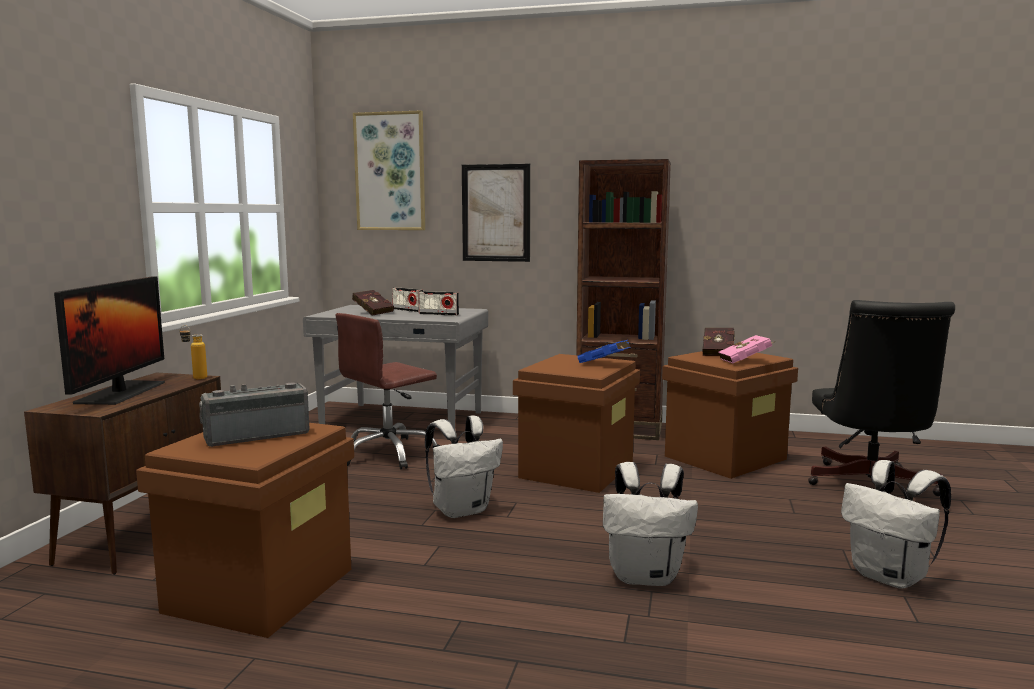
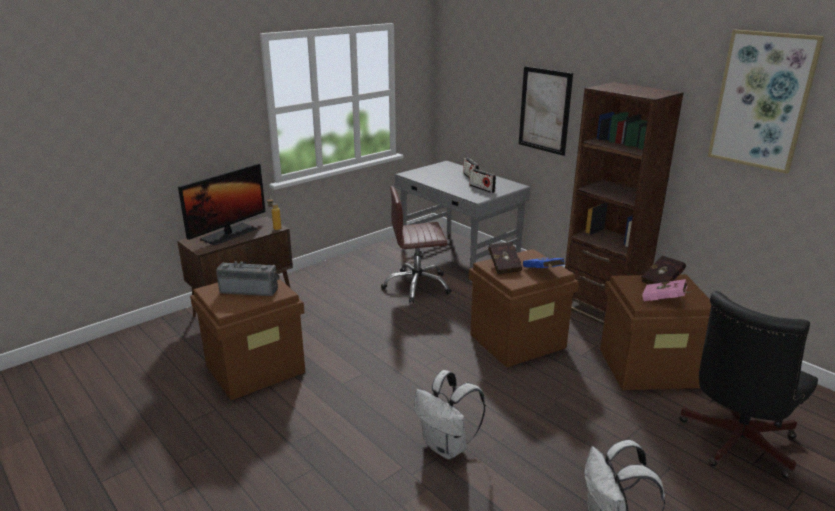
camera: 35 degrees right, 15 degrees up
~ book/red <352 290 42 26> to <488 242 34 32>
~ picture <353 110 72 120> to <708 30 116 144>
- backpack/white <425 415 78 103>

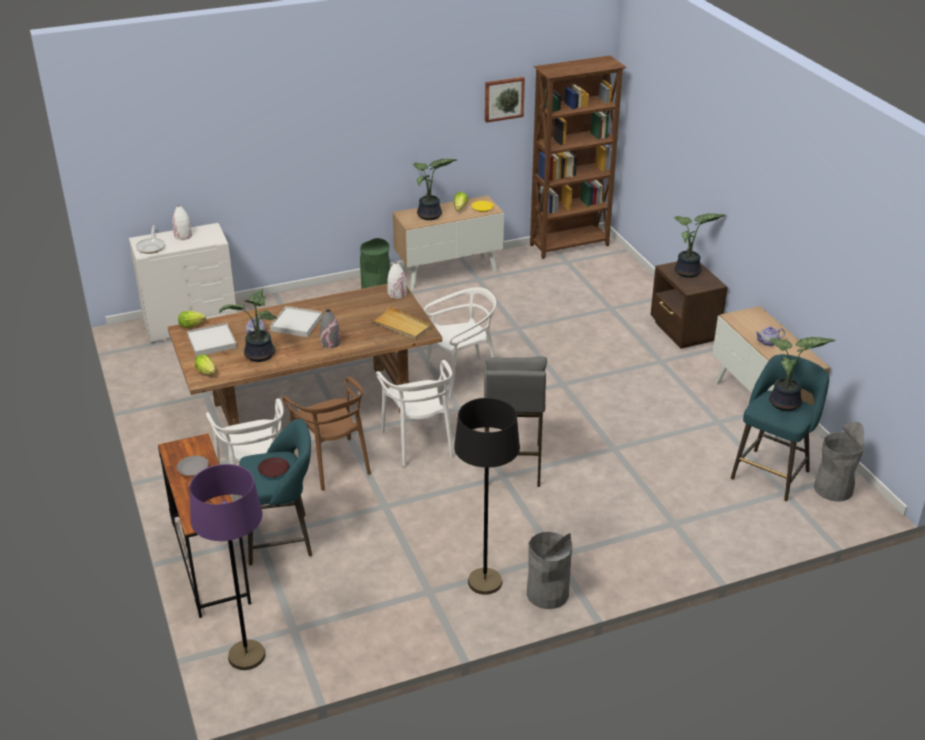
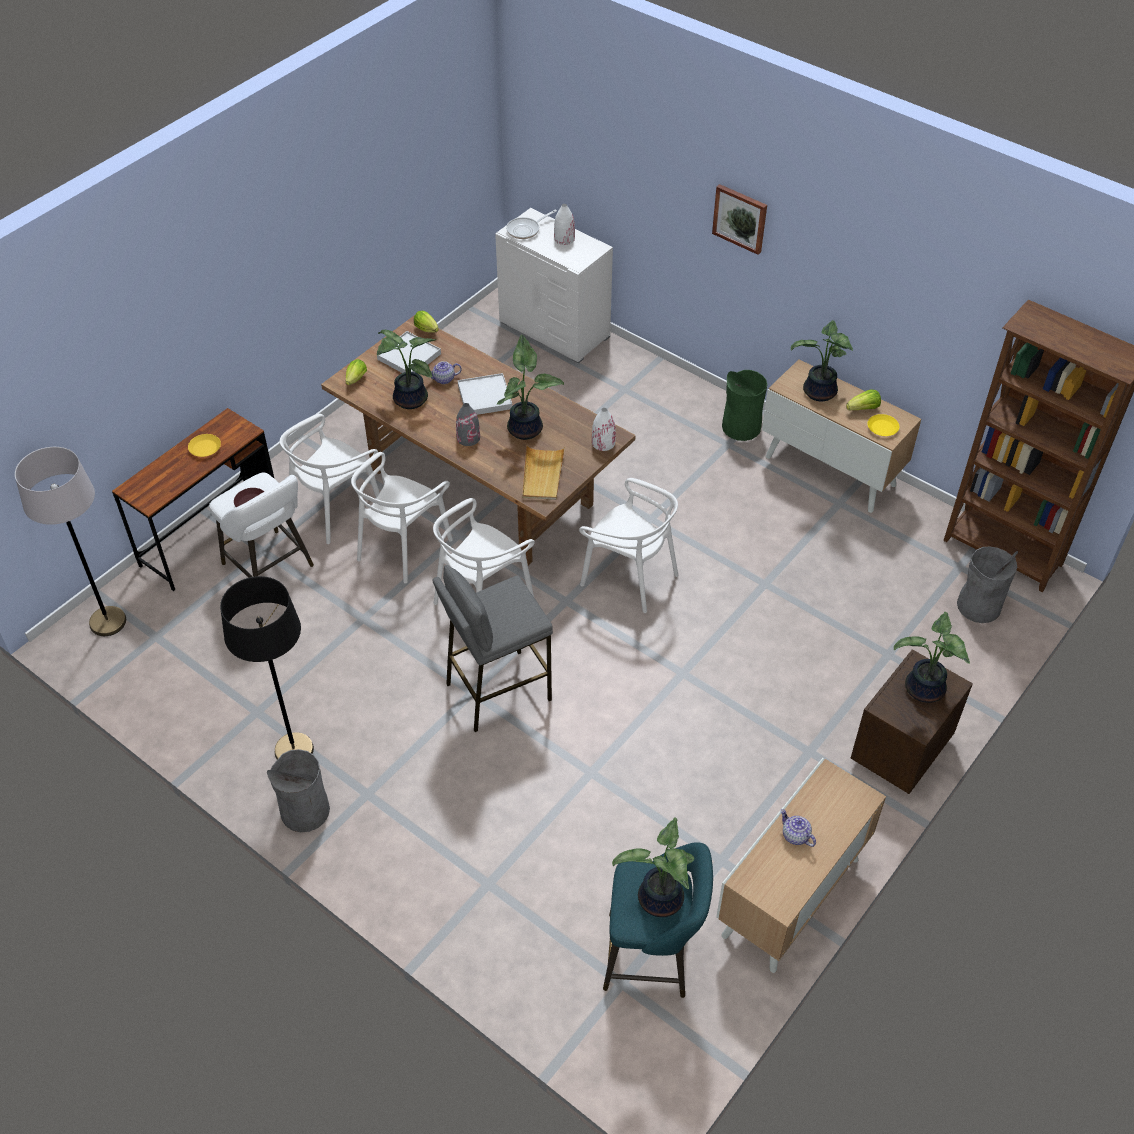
camera: 60 degrees right, 15 degrees up
~ floor lamp/purple <190 464 75 206> to floor lamp/grey <15 447 111 189>
~ plate/grey <177 456 32 20> to plate/yellow <188 434 33 23>
~ stool/turquoise <239 419 73 147> to stool/white <209 473 105 105>
~ chair/brown <282 377 89 114> to chair/white <351 452 102 131>
+ potted plant <497 335 67 105>
~ picture <485 77 40 46> to <712 184 55 71>
~ trash can/grey <814 422 50 80> to <957 547 61 76>

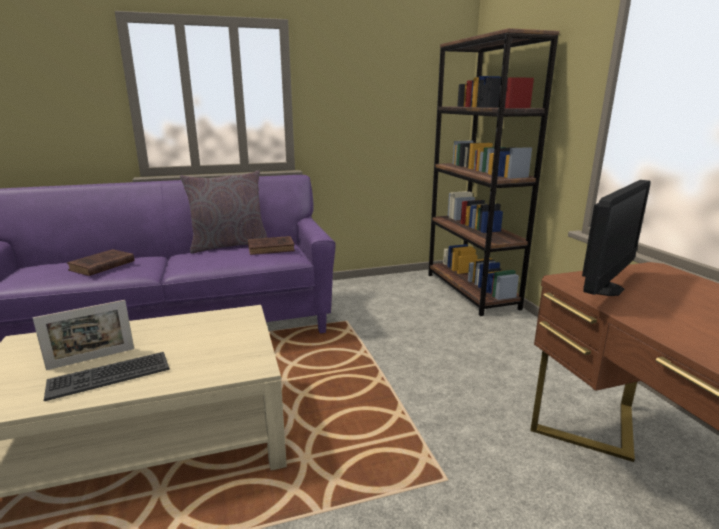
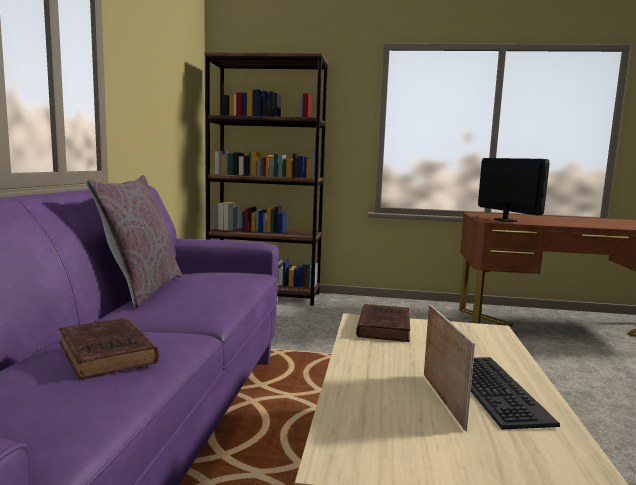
camera: 65 degrees left, 10 degrees down
~ book/brown <248 236 47 19> to <356 304 54 38>

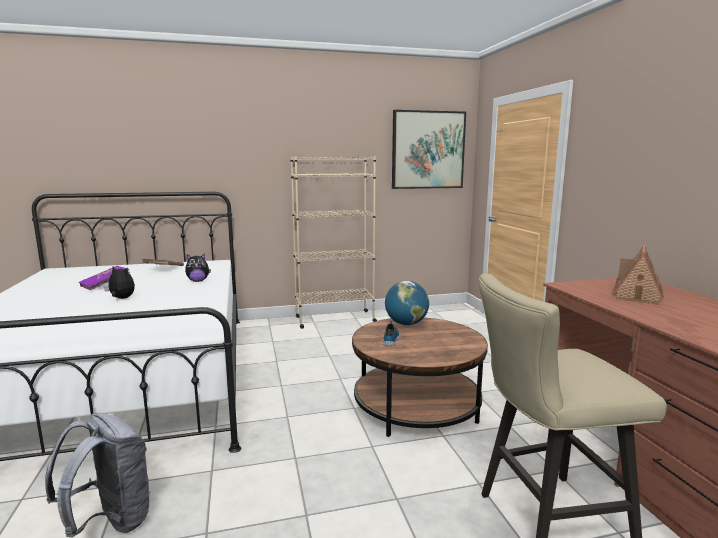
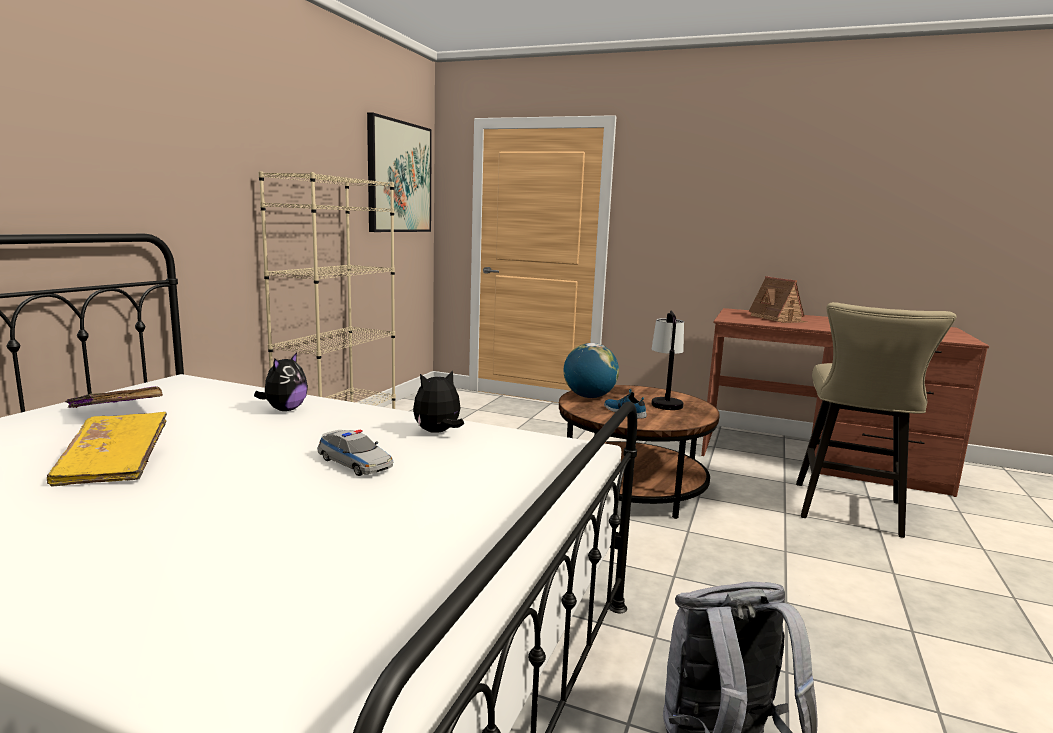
camera: 55 degrees left, 0 degrees up
~ book/purple <79 266 51 24> to book/yellow <47 412 120 75>
+ toy car <317 430 76 46>
~ plush toy <104 267 31 32> to <413 370 51 63>
+ table lamp <651 311 33 99>

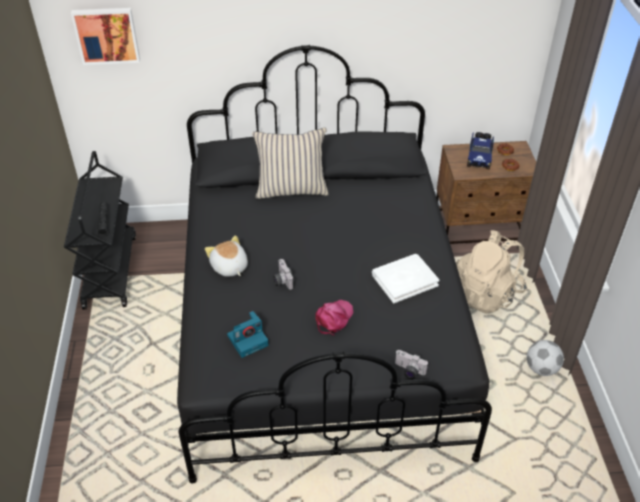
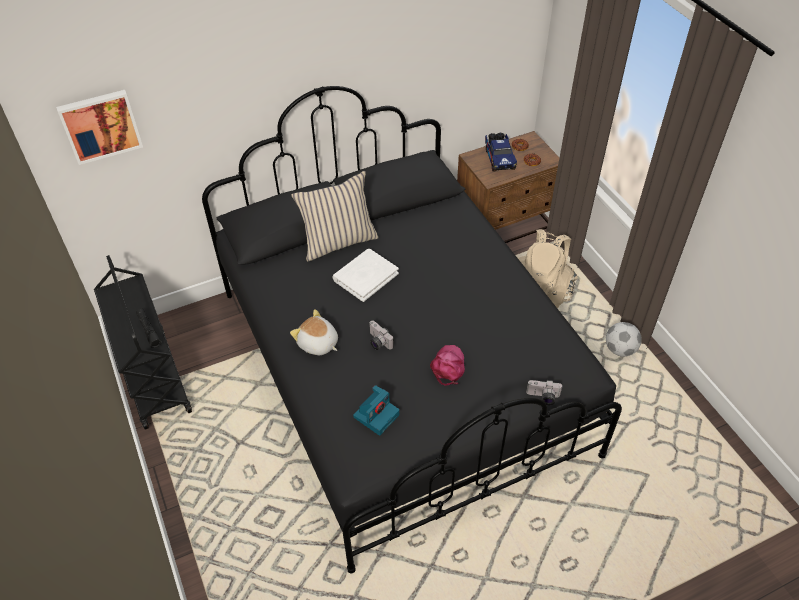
camera: 20 degrees left, 5 degrees up
~ book/white <372 254 67 49> to <332 249 67 53>

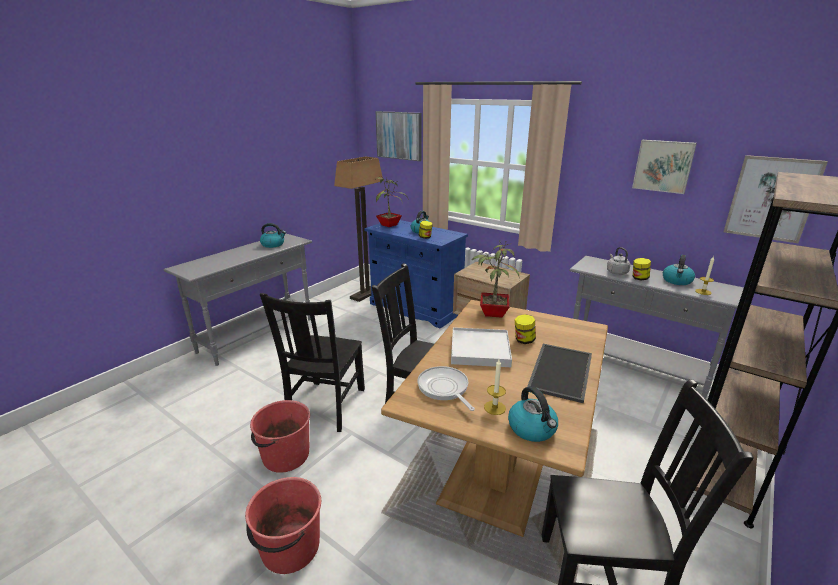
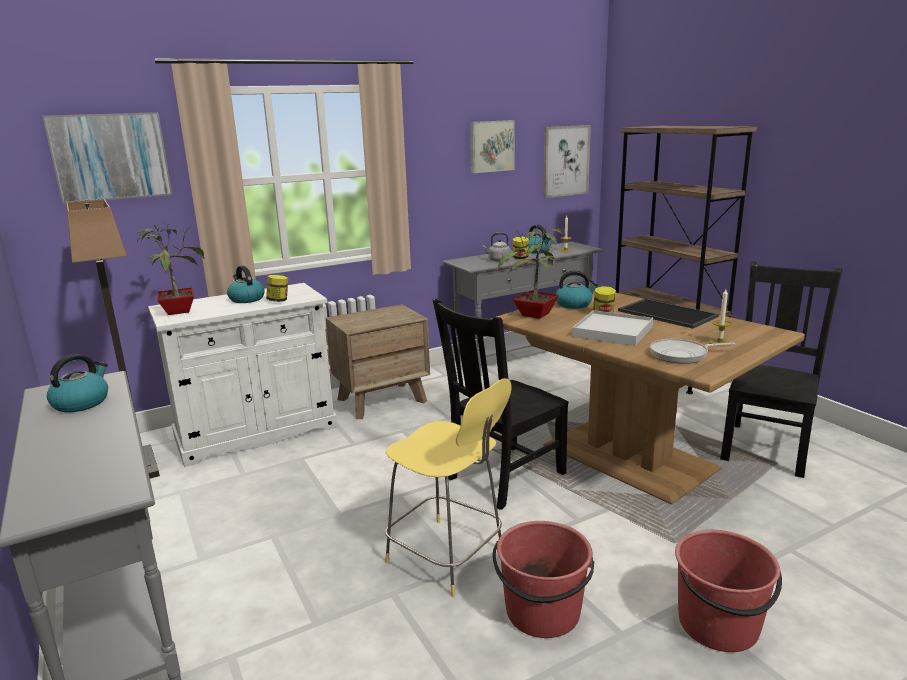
camera: 65 degrees left, 5 degrees down
~ cabinet/blue <364 220 104 108> to cabinet/white <148 283 190 184>
~ chair/black <260 293 105 139> to stool/yellow <385 378 127 219>
~ kettle <508 386 50 56> to <556 270 42 39>

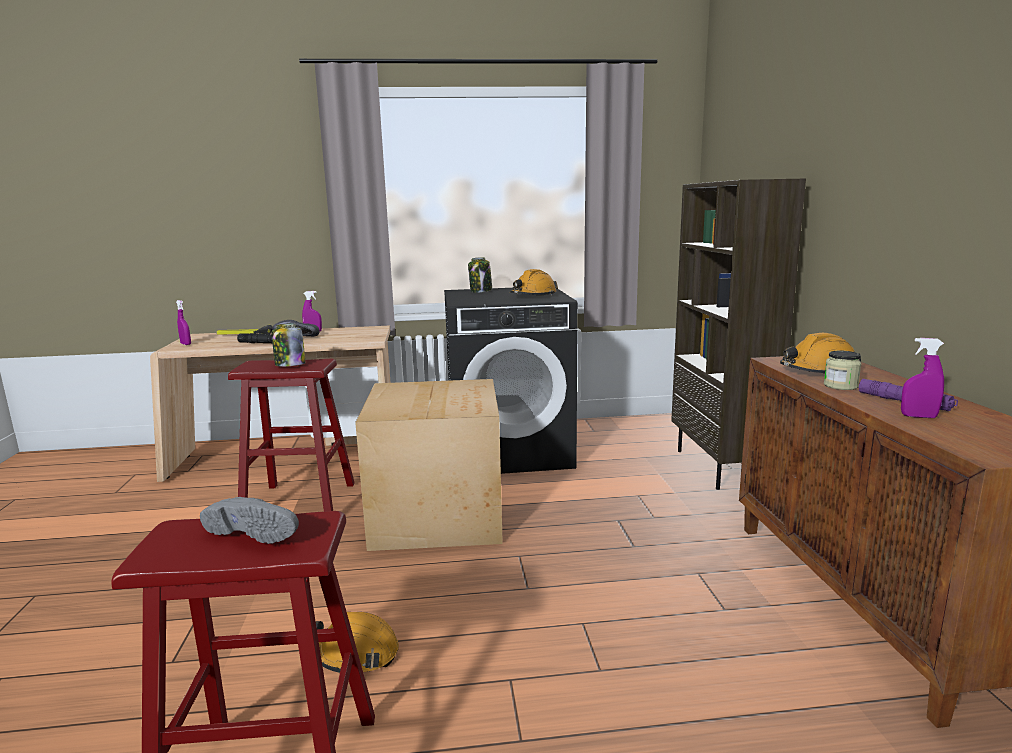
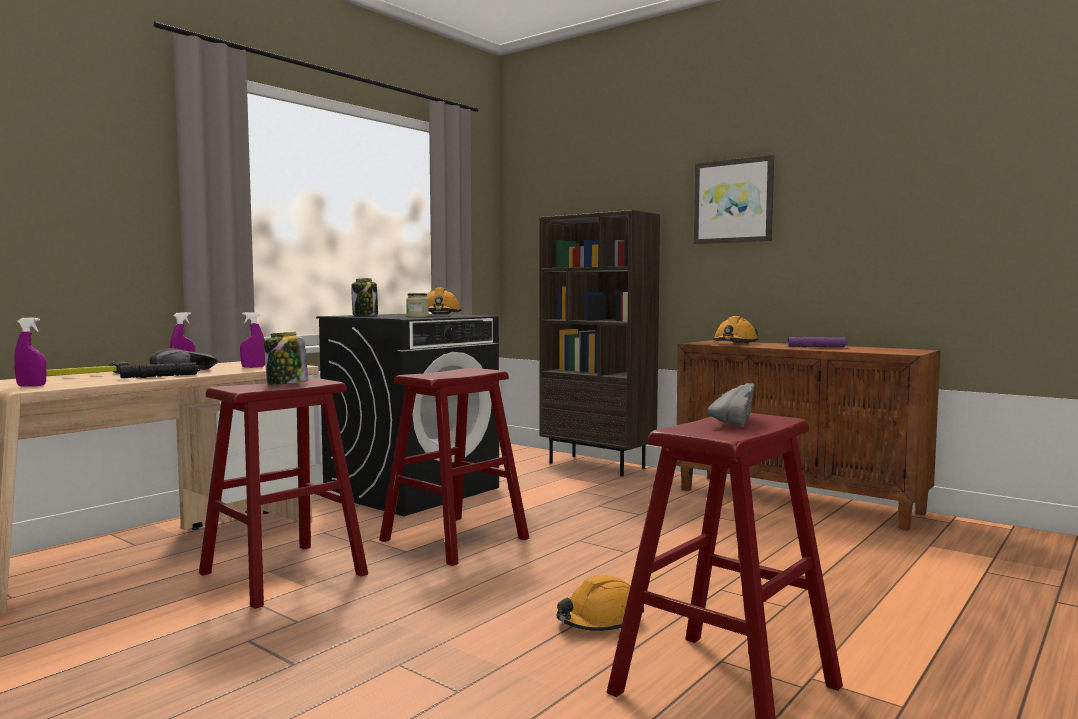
camera: 45 degrees left, 10 degrees down
~ spray bottle/purple <901 338 43 80> to <240 312 25 56>
~ cardboard box <355 379 148 172> to stool/red <379 368 150 198>
~ jar <824 351 37 39> to <406 293 23 24>
+ picture <694 155 80 89>
~ shoe/grey <200 497 99 47> = <707 383 48 45> 45 degrees counterclockwise

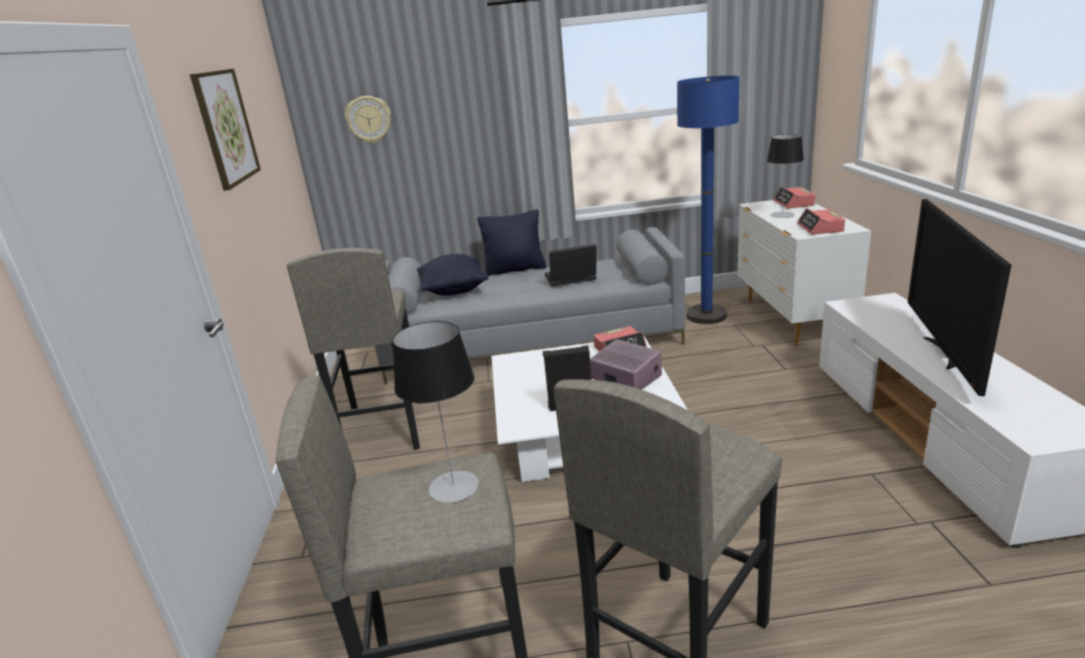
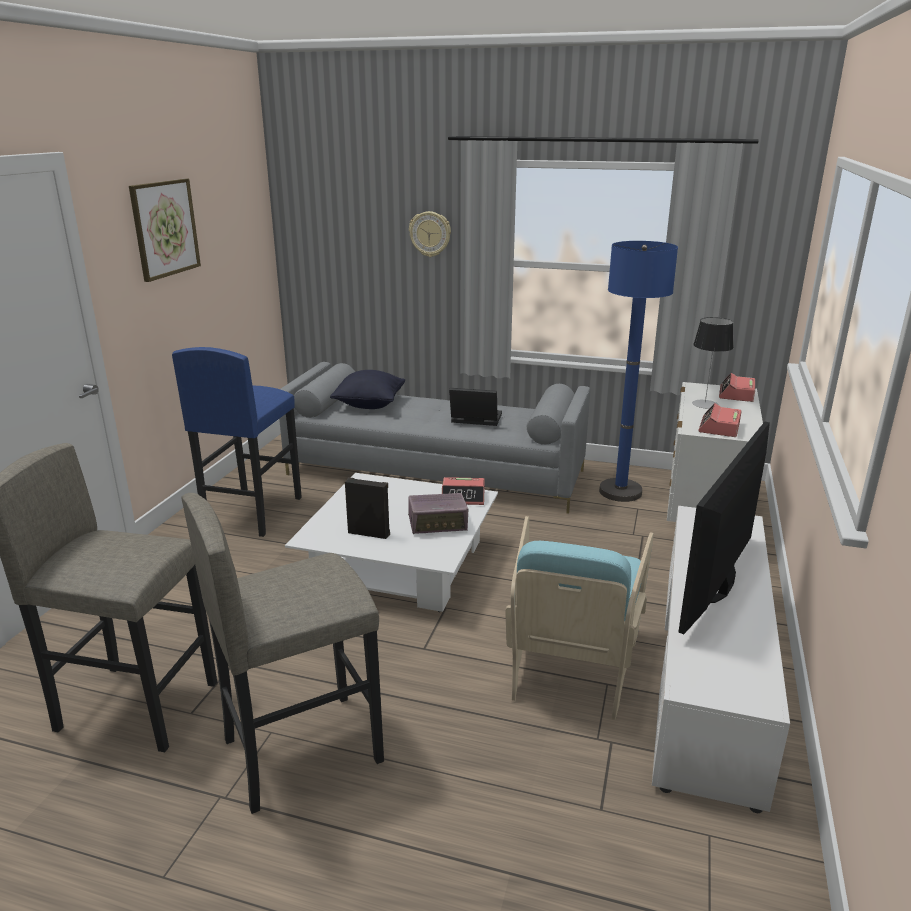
camera: 20 degrees right, 0 degrees up
~ stool/grey <287 248 134 202> to stool/blue <172 347 130 190>
~ radio <590 339 72 51> = <408 493 60 41> 105 degrees clockwise
~ wall clock <345 96 46 47> to <409 211 42 46>
+ armchair/turquoise <505 516 149 204>
- table lamp <392 321 87 182>
- pillow/black <477 209 70 67>

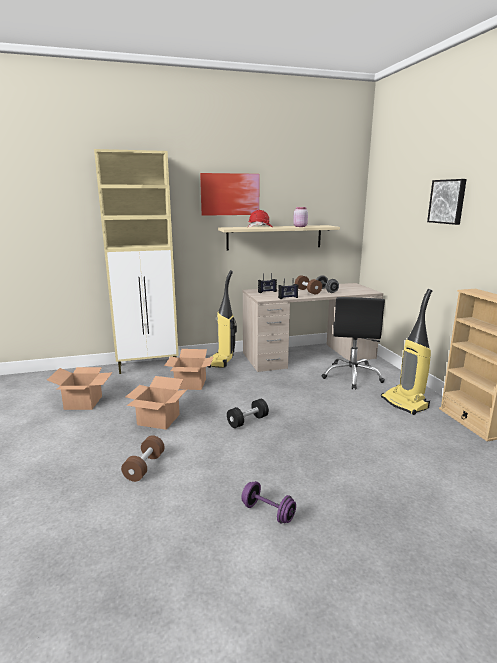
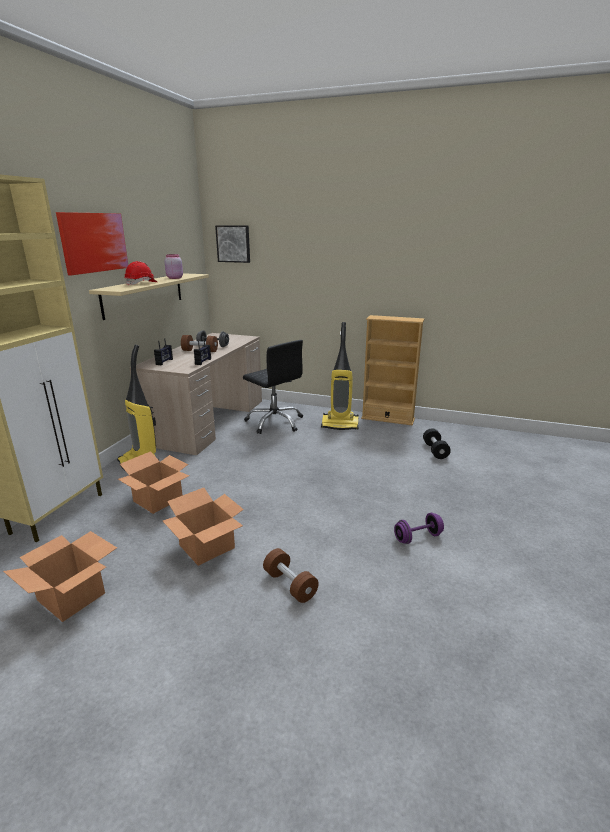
camera: 55 degrees left, 5 degrees up
~ picture <427 179 40 46> to <215 225 35 38>
~ dumbbell/black <227 399 42 29> to <423 428 28 31>

